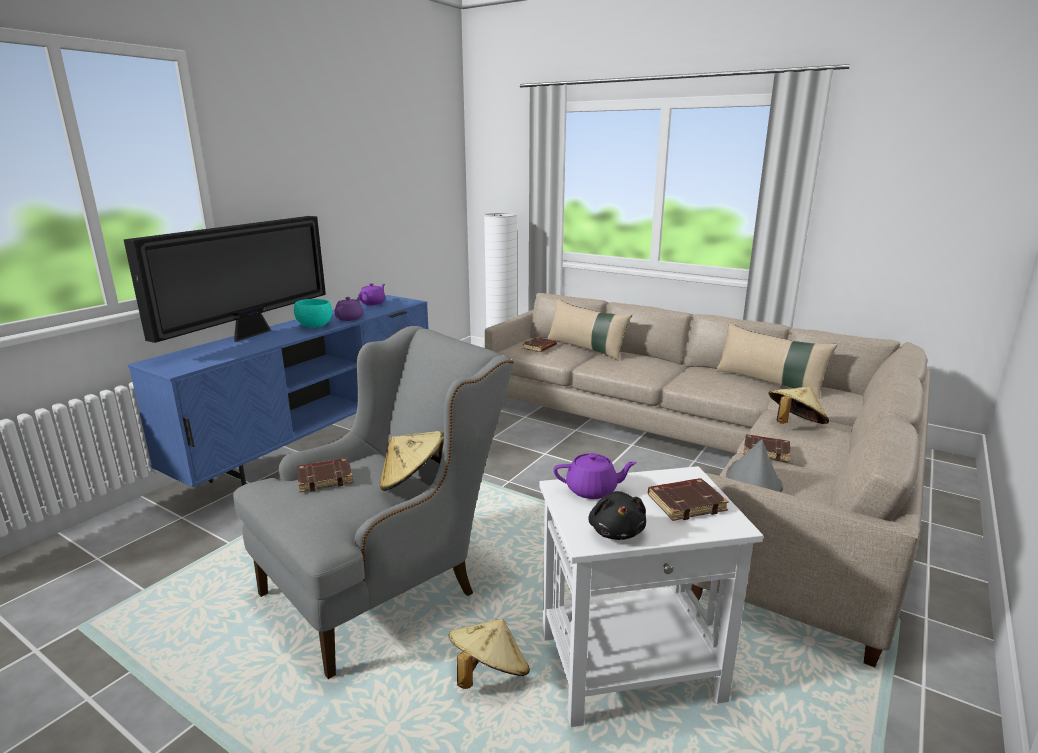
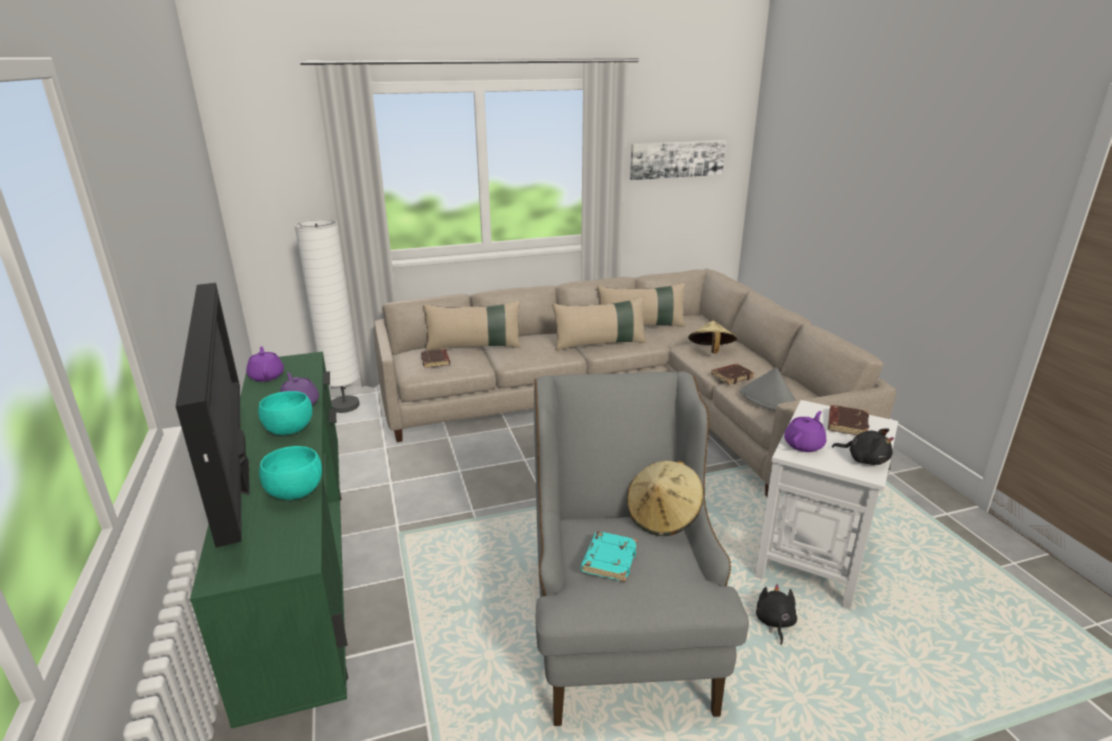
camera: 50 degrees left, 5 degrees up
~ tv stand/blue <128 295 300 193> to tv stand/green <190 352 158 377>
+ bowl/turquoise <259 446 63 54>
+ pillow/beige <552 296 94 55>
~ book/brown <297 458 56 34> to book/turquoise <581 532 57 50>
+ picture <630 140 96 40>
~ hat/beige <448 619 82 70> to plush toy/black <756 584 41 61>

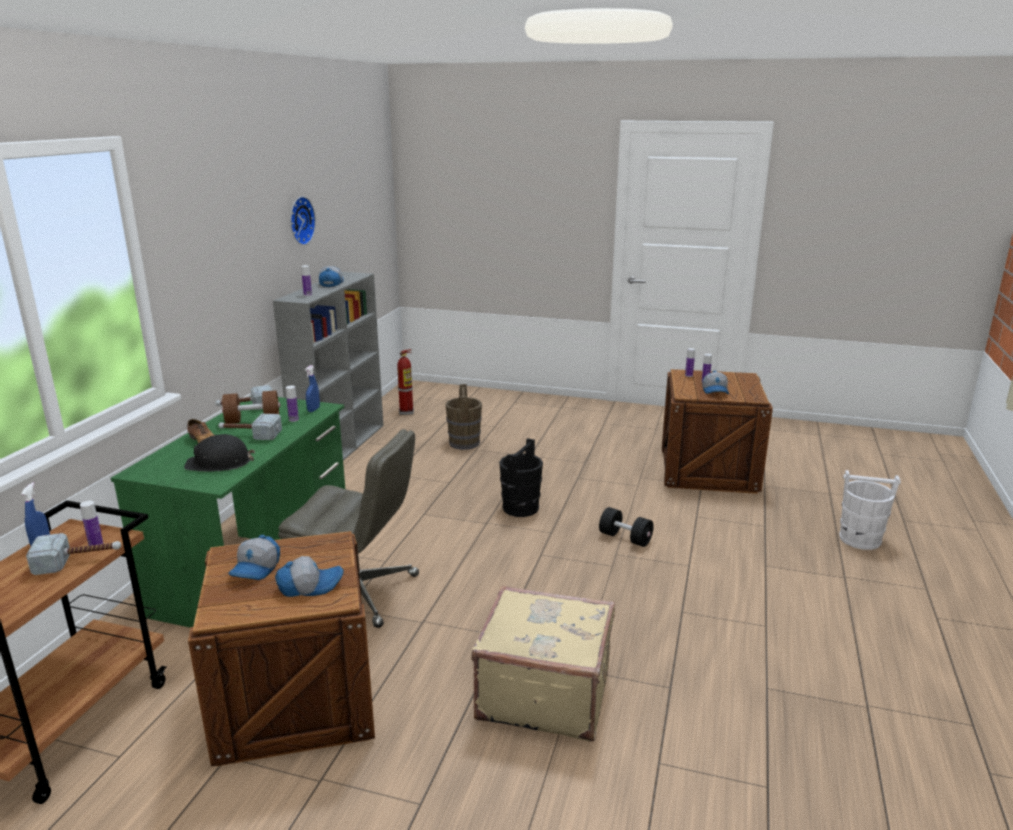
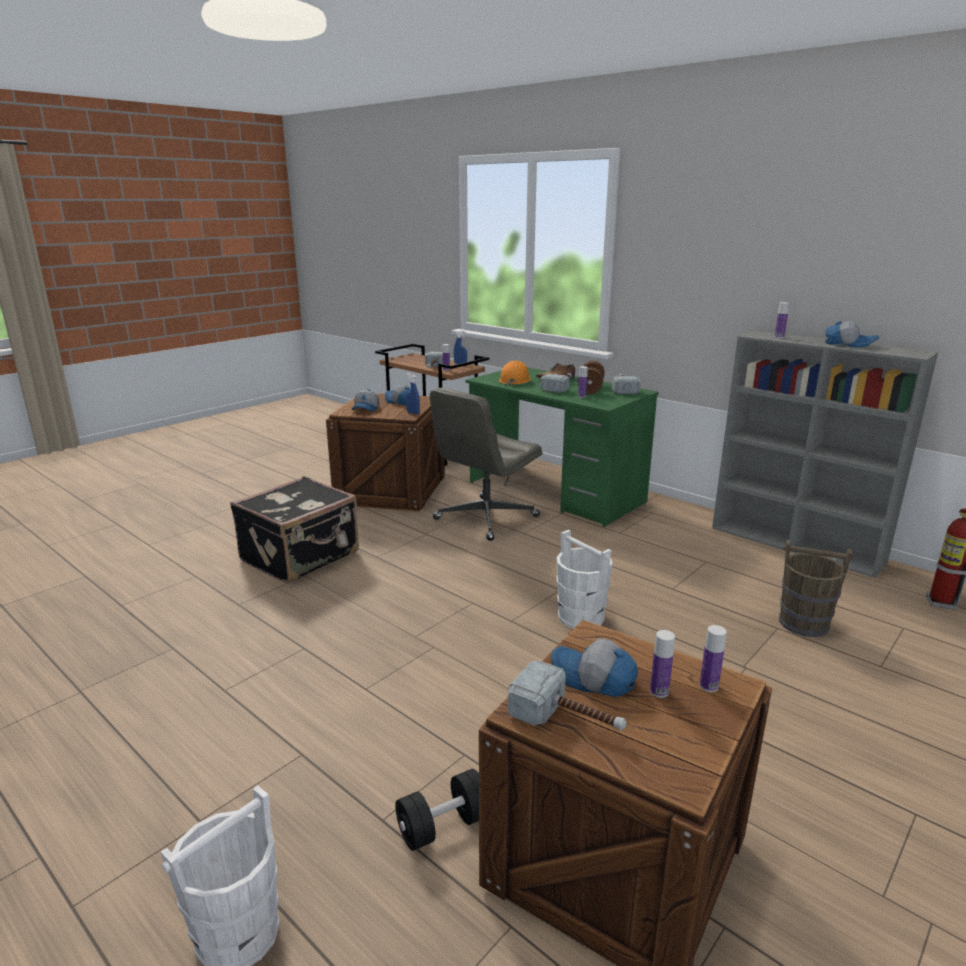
camera: 115 degrees right, 0 degrees up
~ suitcase/beige <471 586 144 155> to suitcase/black <230 476 129 107>
~ dumbbell/black <599 507 55 40> to <395 769 84 82>
~ spray bottle/blue <305 365 15 47> to <406 373 14 42>
~ hard hat/black <184 434 71 38> to hard hat/orange <499 360 32 26>
+ hammer <508 660 119 71>
~ bucket/black <499 438 44 79> to bucket/white <556 530 57 99>
- wall clock <290 196 26 49>

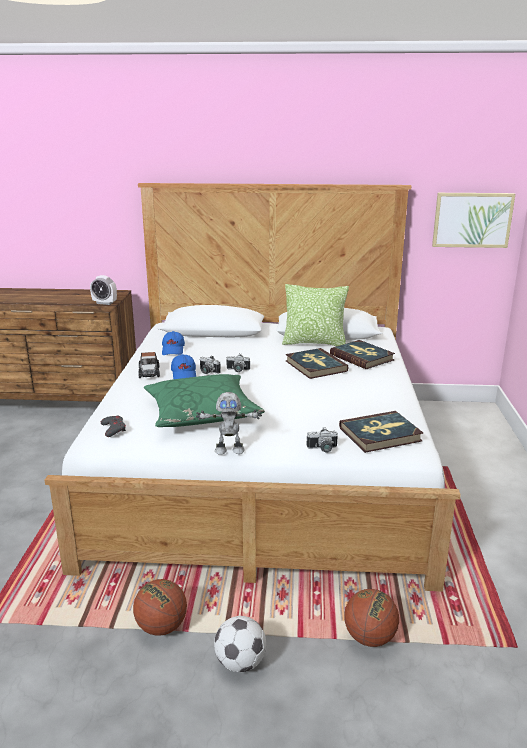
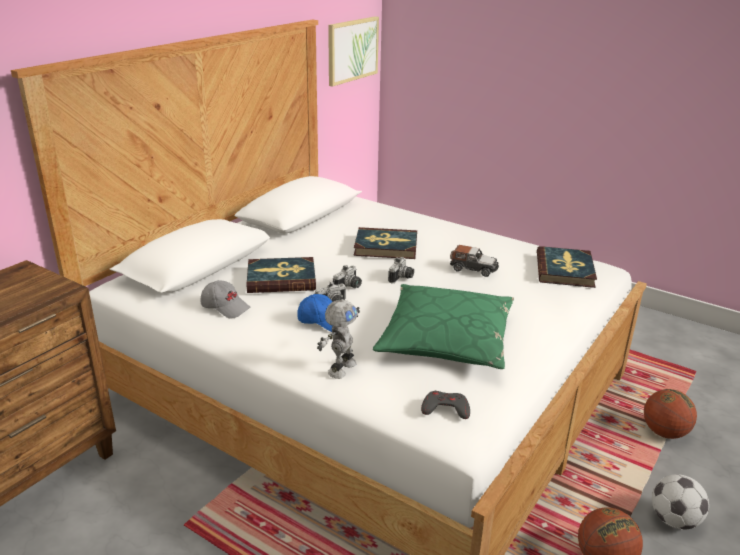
camera: 60 degrees left, 5 degrees up
~ cap/blue <162 331 23 24> to cap/grey <201 280 49 39>
~ book <330 340 65 29> to <247 257 69 36>
~ toy robot <196 392 66 63> to <317 299 43 80>
~ photo camera <307 427 31 26> to <388 257 26 26>
~ toy car <138 352 22 26> to <450 245 49 32>
- alarm clock <90 275 27 30>
- pillow <282 284 67 62>

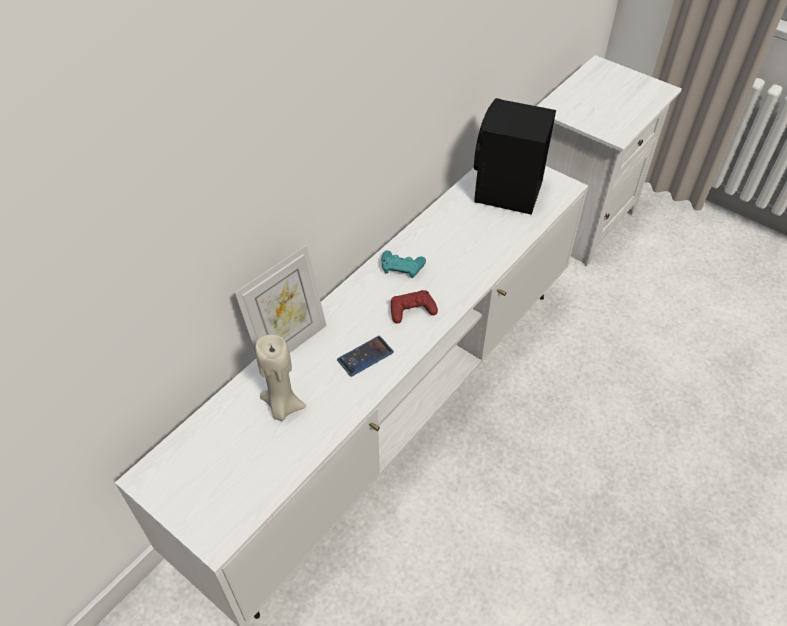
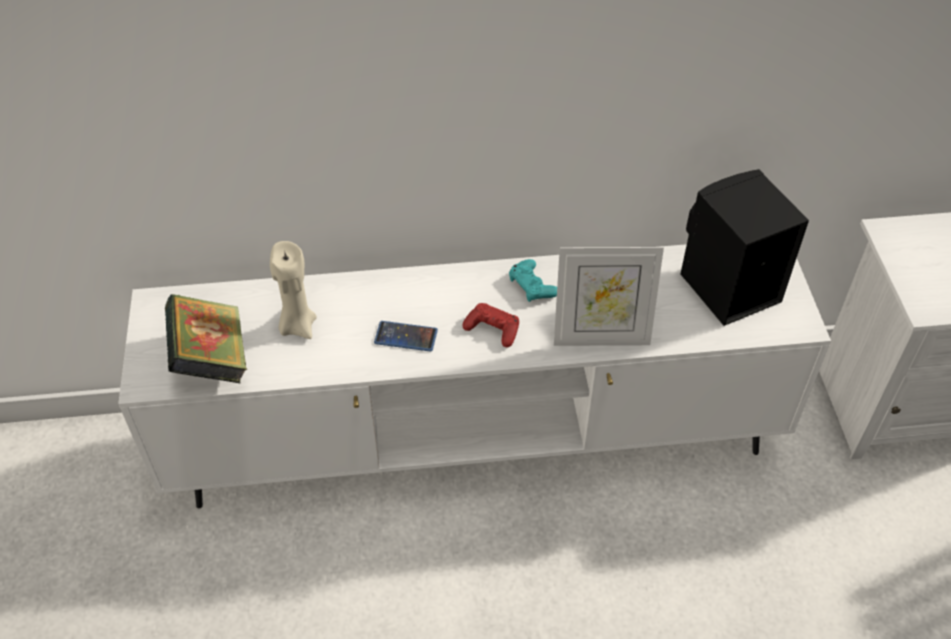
camera: 45 degrees right, 0 degrees up
+ book <165 294 82 90>
~ picture frame <235 245 92 108> to <554 247 110 99>

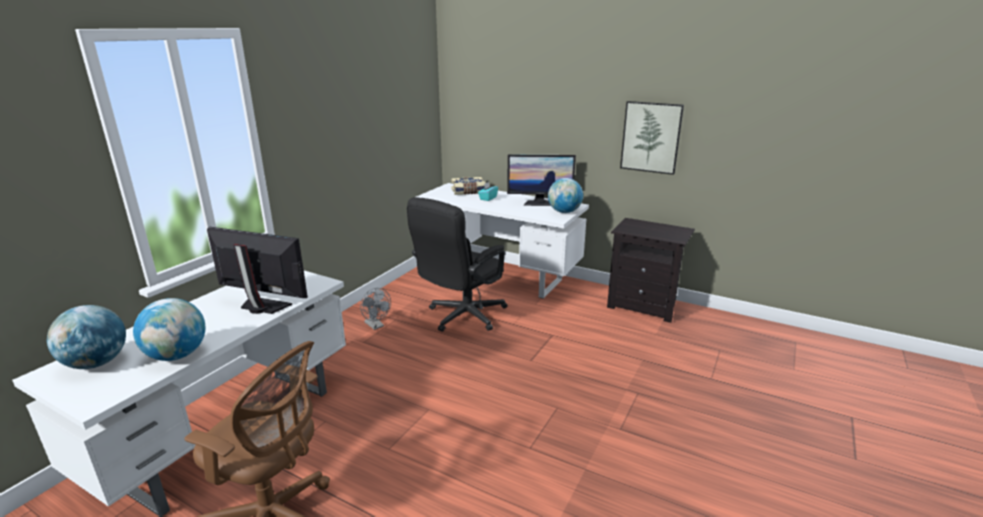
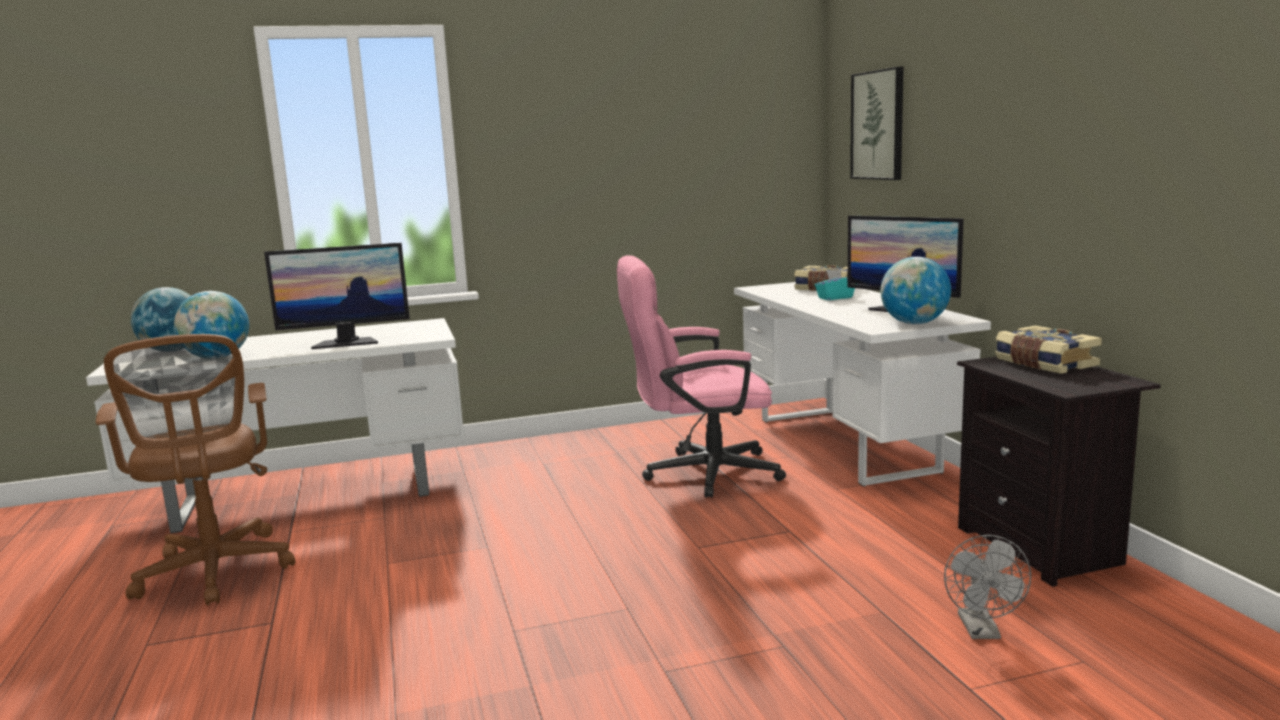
camera: 45 degrees right, 10 degrees down
~ monitor <207 227 101 87> = <264 243 146 106> 105 degrees clockwise
~ office chair/black <407 197 100 135> to office chair/pink <617 255 169 243>
~ picture <620 101 64 74> to <850 67 54 113>
~ fan/grey <360 288 31 42> to <944 535 87 104>
+ book <995 325 107 49>

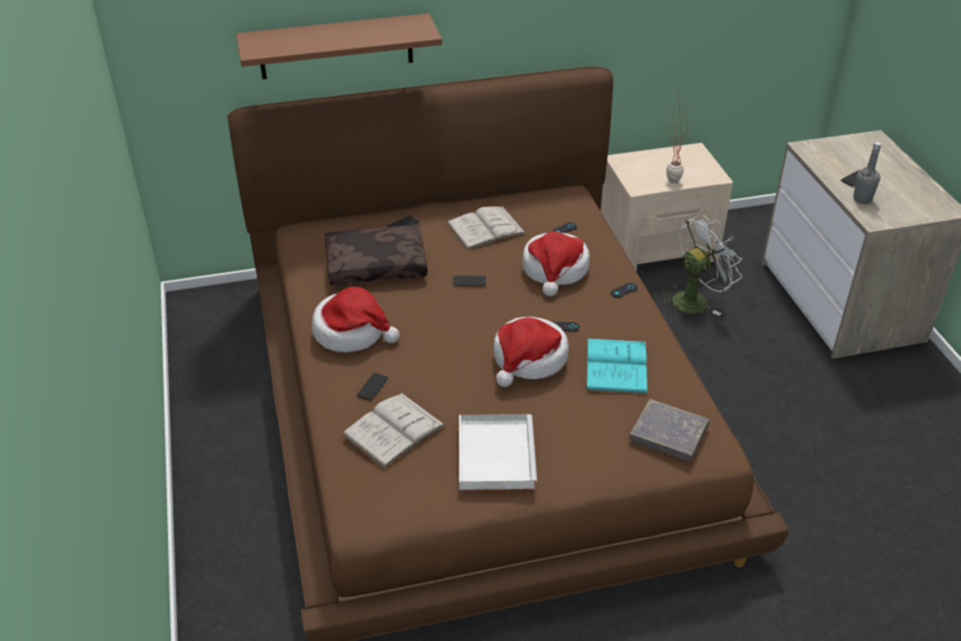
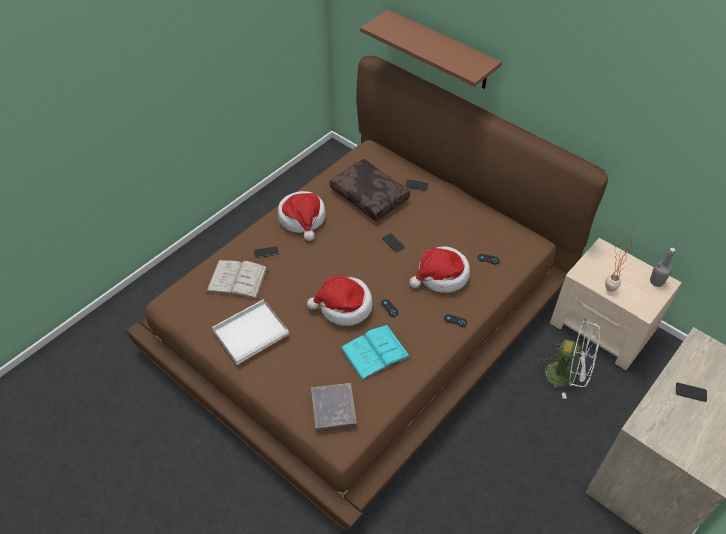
camera: 55 degrees right, 10 degrees up
~ bottle/grey <853 142 28 62> to <650 248 25 39>
- book/white <446 207 81 43>

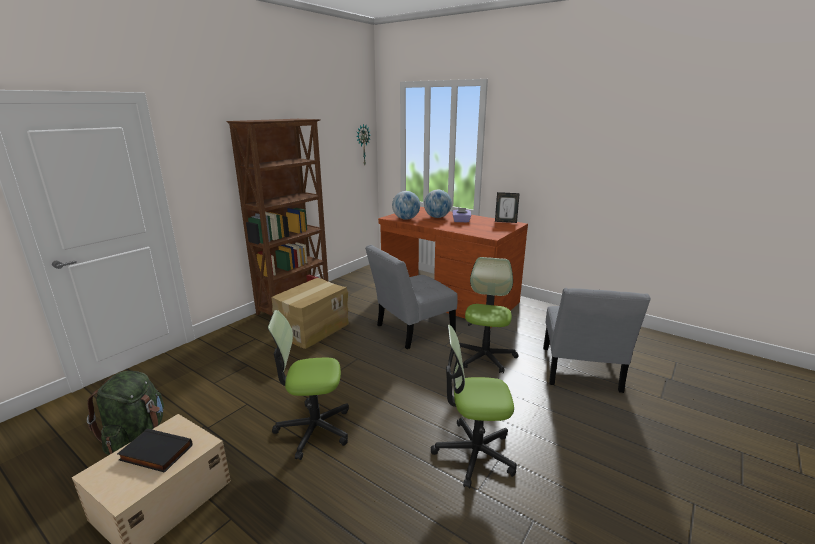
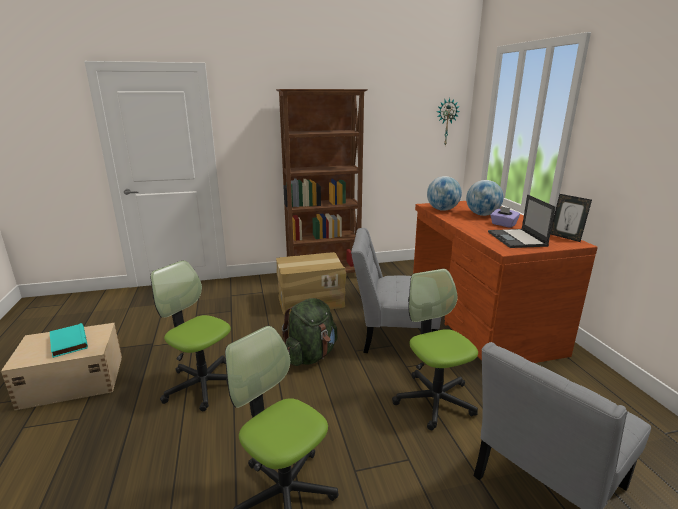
camera: 40 degrees right, 0 degrees up
~ book/black <117 429 75 44> to book/turquoise <50 323 38 35>
~ backpack/green <87 371 77 84> to <282 298 56 68>
~ office chair <459 257 60 117> = <392 269 86 161> 75 degrees counterclockwise
+ laptop <488 194 67 54>

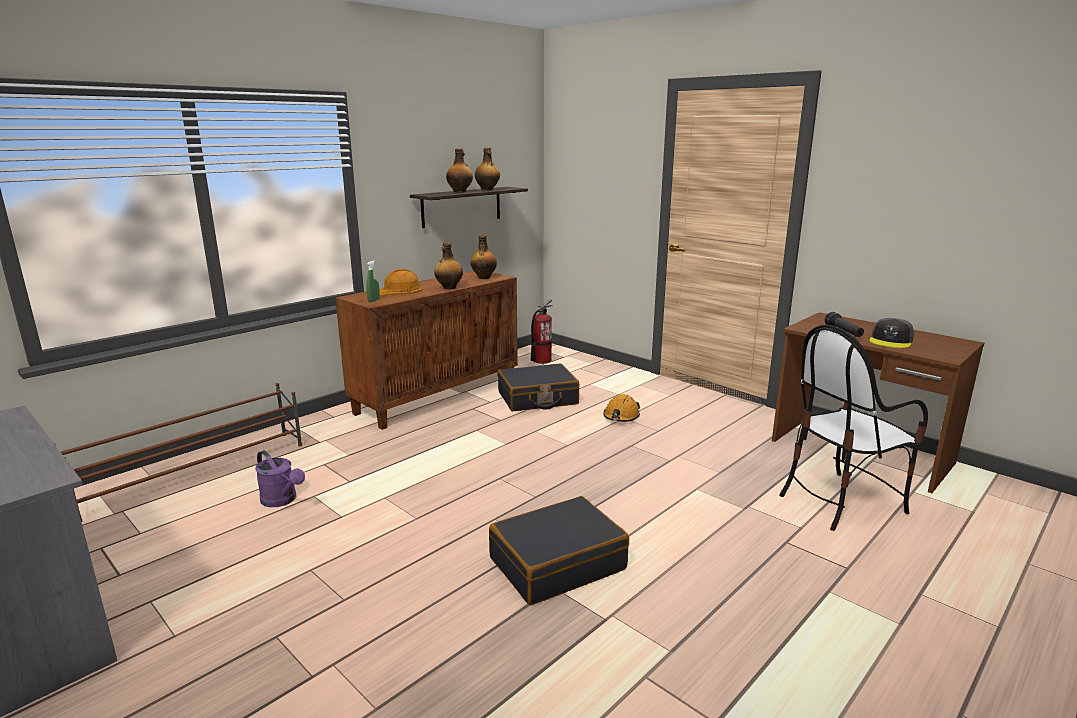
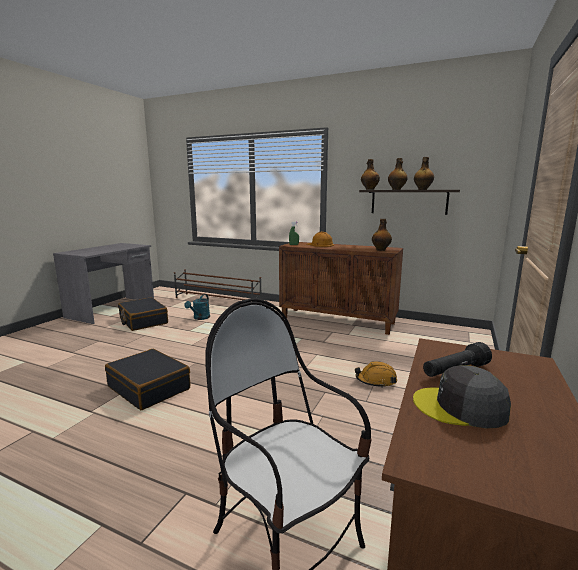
camera: 70 degrees right, 5 degrees down
~ suitcase/black <497 364 82 47> to <118 297 50 34>
~ watering can/purple <255 450 50 57> to watering can/turquoise <184 294 26 26>
~ bottle <434 243 29 46> to <361 159 19 31>
- fire extinguisher <531 299 21 65>

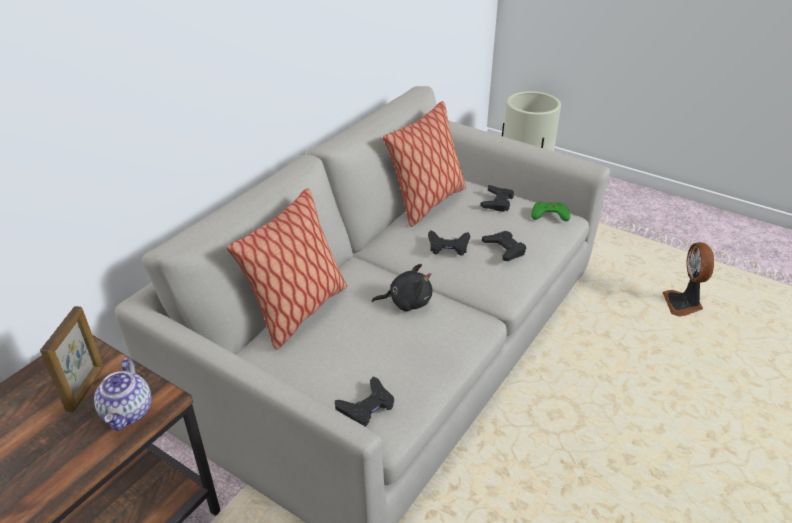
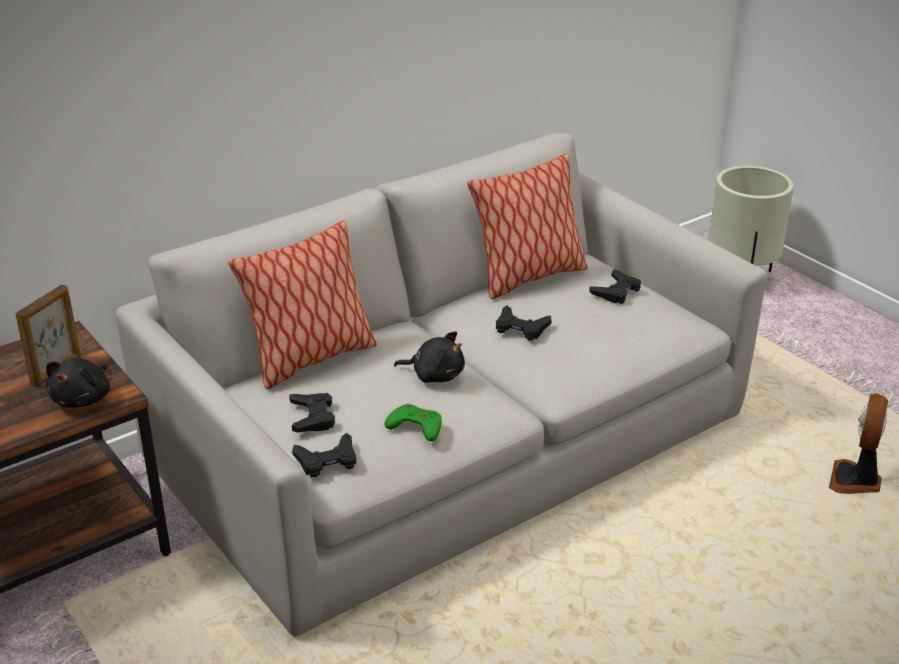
camera: 20 degrees right, 5 degrees down
~ teapot <94 358 58 73> to plush toy/black <46 358 64 50>
~ game controller/black <482 231 44 30> to <289 393 46 40>
~ game controller/green <531 201 39 20> to <385 404 57 37>

